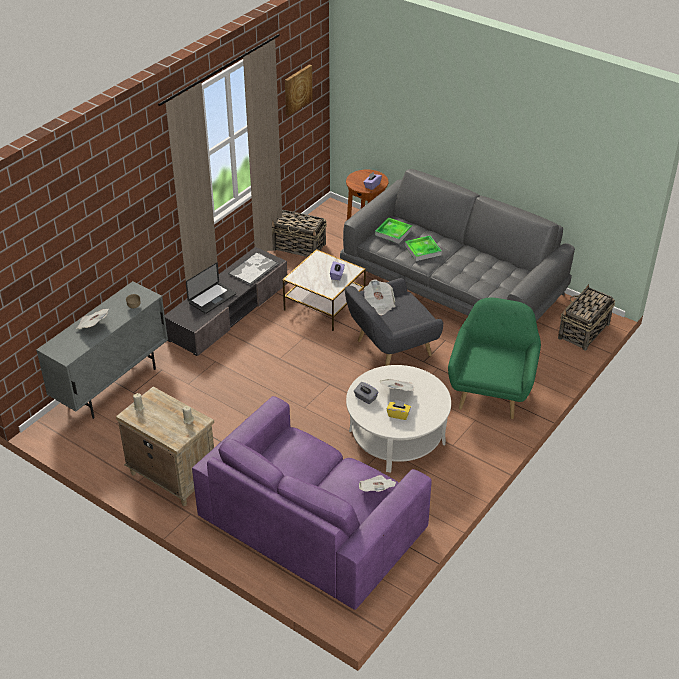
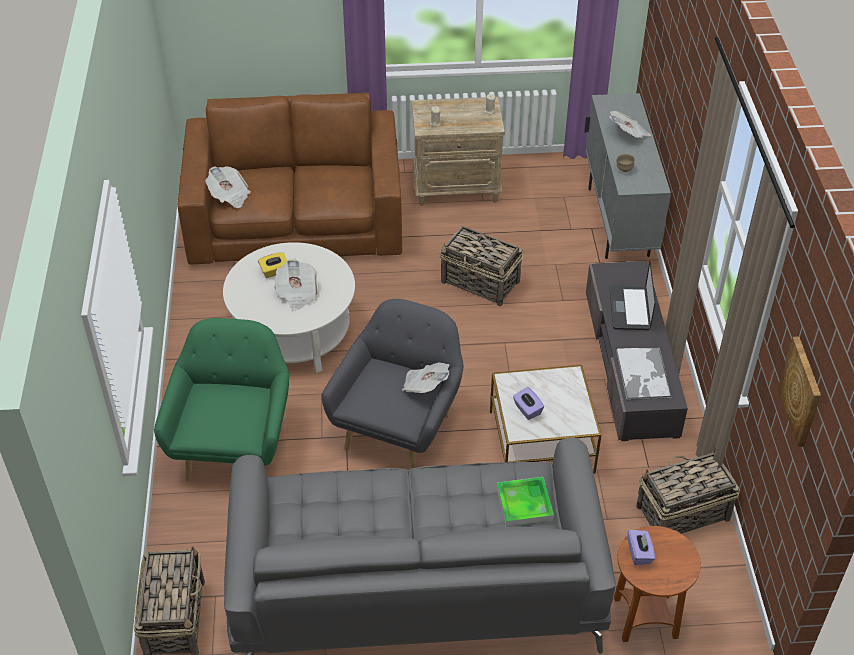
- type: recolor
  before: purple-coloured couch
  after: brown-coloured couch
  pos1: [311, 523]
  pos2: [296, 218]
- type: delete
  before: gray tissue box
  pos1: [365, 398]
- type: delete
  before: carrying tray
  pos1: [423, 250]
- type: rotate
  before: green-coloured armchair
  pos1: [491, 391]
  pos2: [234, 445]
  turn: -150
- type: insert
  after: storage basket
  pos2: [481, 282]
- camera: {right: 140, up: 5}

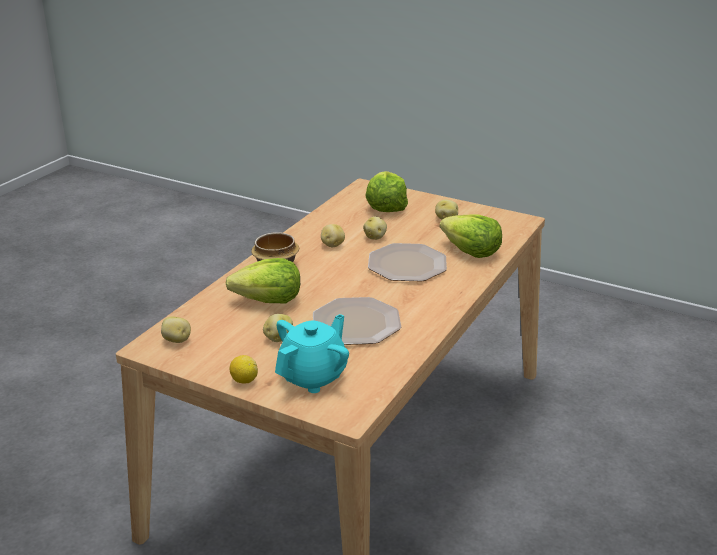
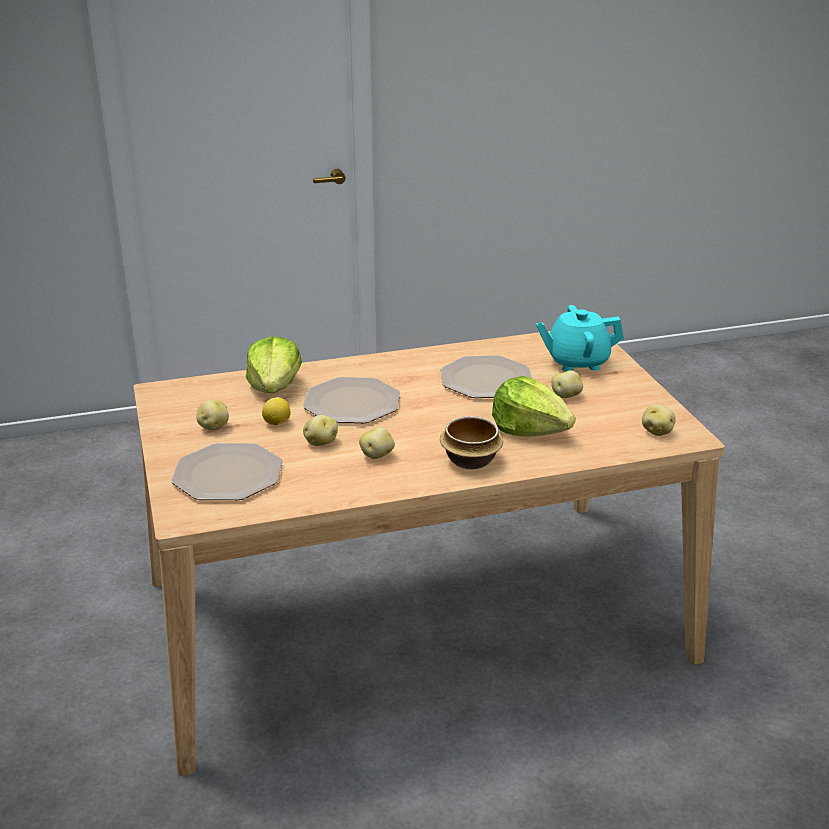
- type: move
  before: whole lemon
  pos1: [244, 380]
  pos2: [277, 424]
- type: replace
  before: lettuce head
  after: plate
  pos1: [385, 206]
  pos2: [229, 474]
- camera: {right: -135, up: 0}

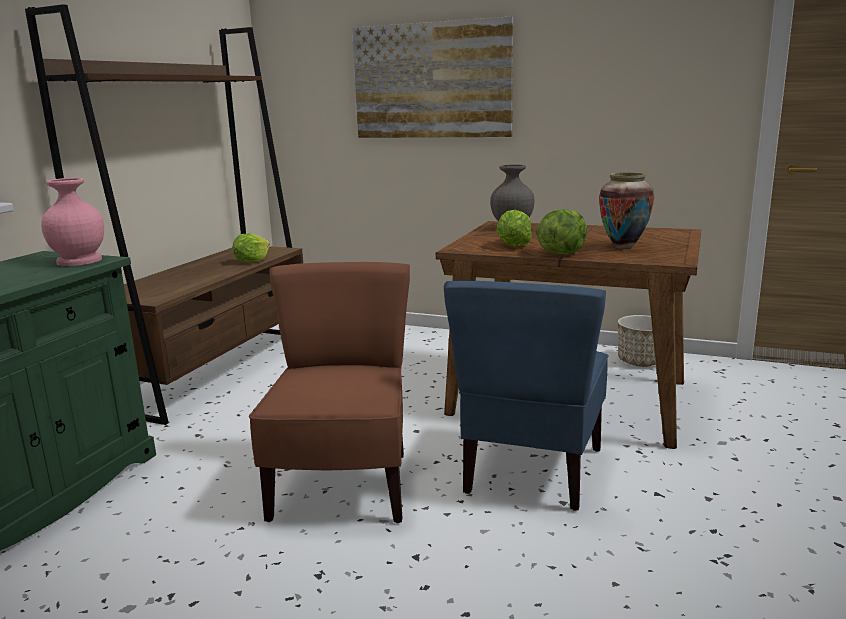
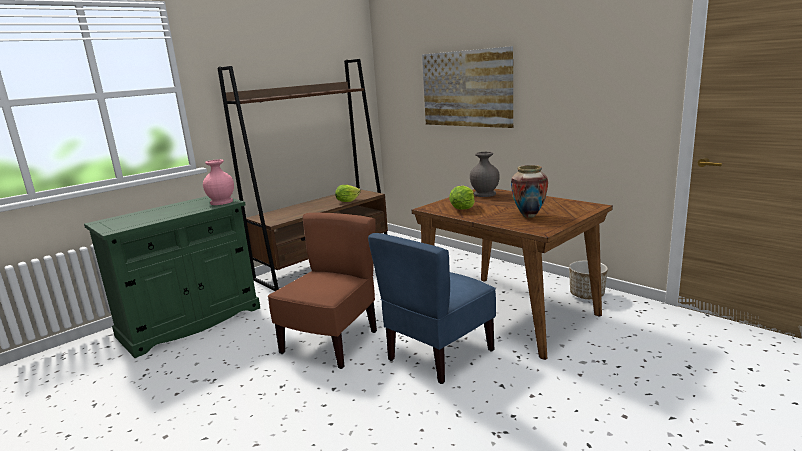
- type: delete
  before: lettuce head
  pos1: [561, 253]
- camera: {right: 25, up: 0}

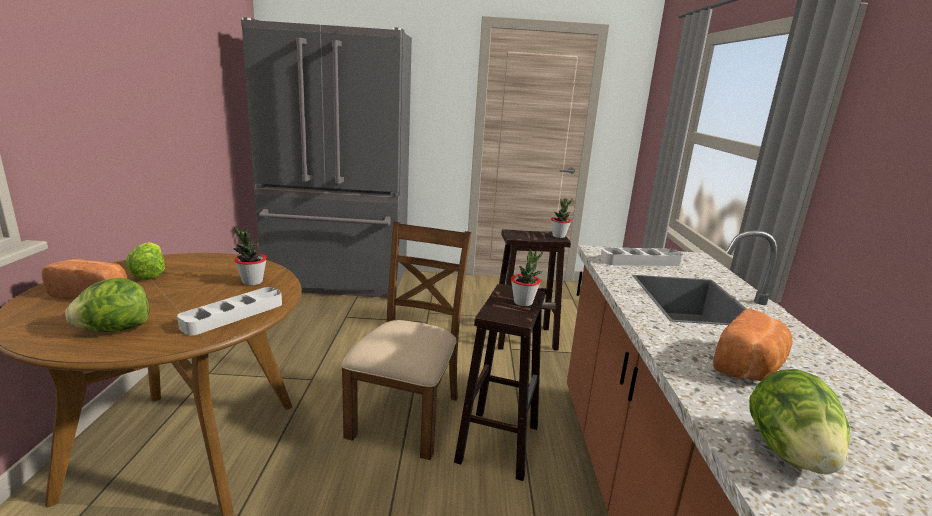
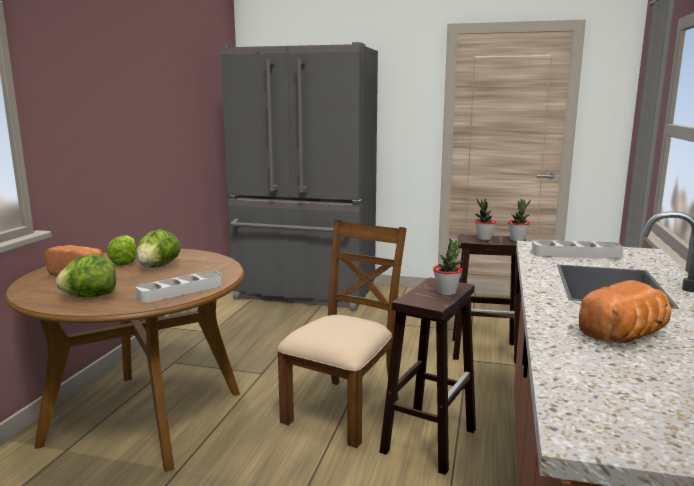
- type: move
  before: houseplant
  pos1: [252, 282]
  pos2: [484, 238]
- type: move
  before: lettuce head
  pos1: [788, 453]
  pos2: [158, 266]
- camera: {right: 15, up: -5}

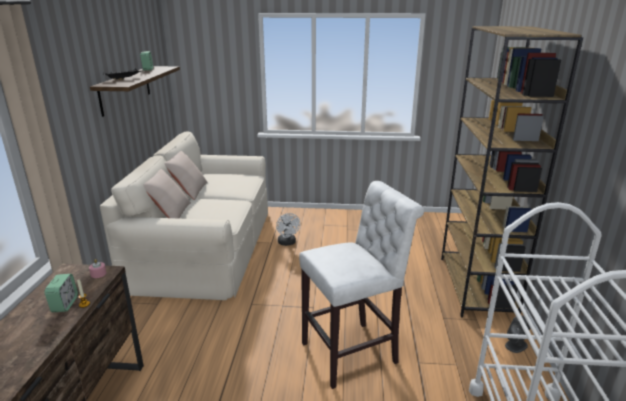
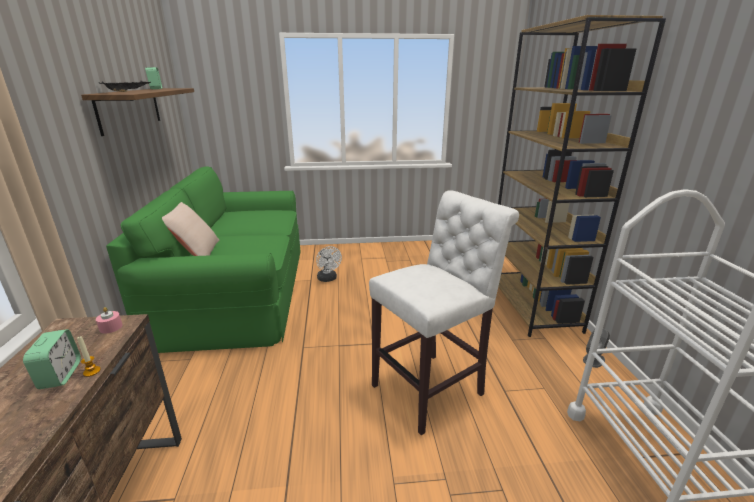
- type: recolor
  before: sand-coloured couch
  after: green-coloured couch
  pos1: [205, 247]
  pos2: [238, 290]
- type: delete
  before: sand-coloured cushion
  pos1: [188, 190]
- camera: {right: -10, up: 0}

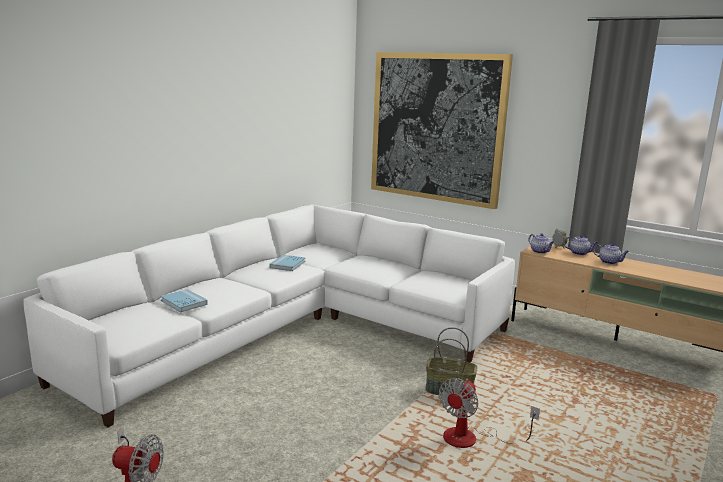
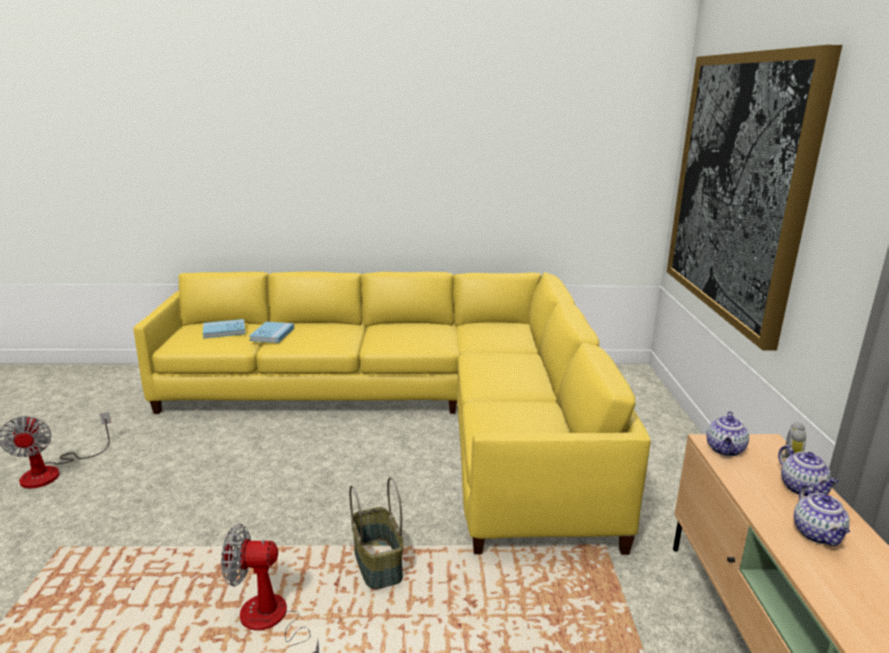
- type: recolor
  before: white-coloured couch
  after: yellow-coloured couch
  pos1: [296, 329]
  pos2: [412, 412]
- type: move
  before: bluish volume
  pos1: [287, 264]
  pos2: [224, 331]
- camera: {right: 55, up: 5}

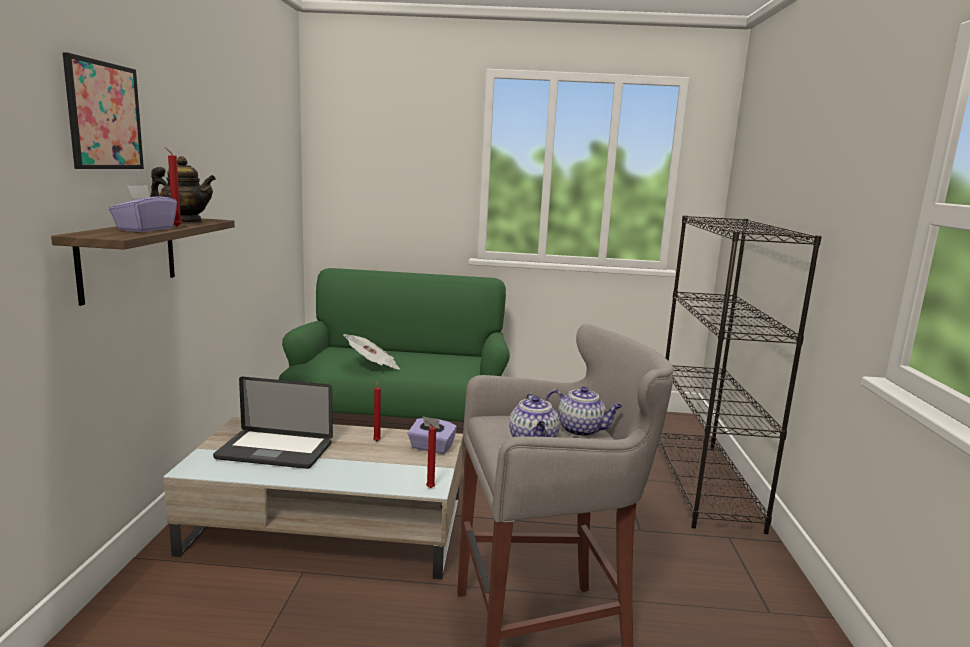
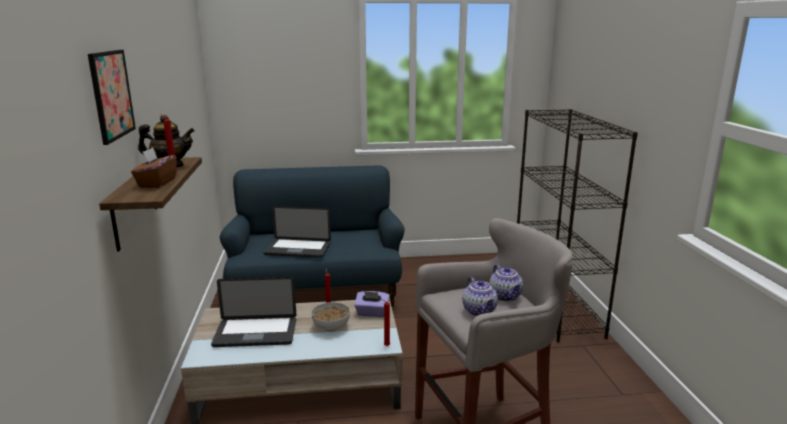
- type: recolor
  before: purple-coloured tissue box
  after: brown-coloured tissue box
  pos1: [145, 229]
  pos2: [157, 183]
- type: recolor
  before: green-coloured couch
  after: bluish couch
  pos1: [398, 426]
  pos2: [317, 292]
- type: replace
  before: newspaper
  after: laptop
  pos1: [373, 366]
  pos2: [298, 249]
- type: rotate
  before: pot for tea
  pos1: [581, 430]
  pos2: [506, 296]
  turn: 60
- type: insert
  after: deep dish
  pos2: [331, 327]
- camera: {right: -10, up: 5}

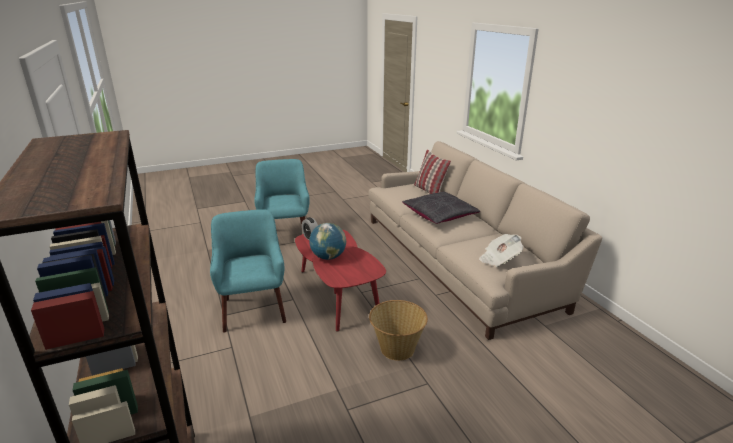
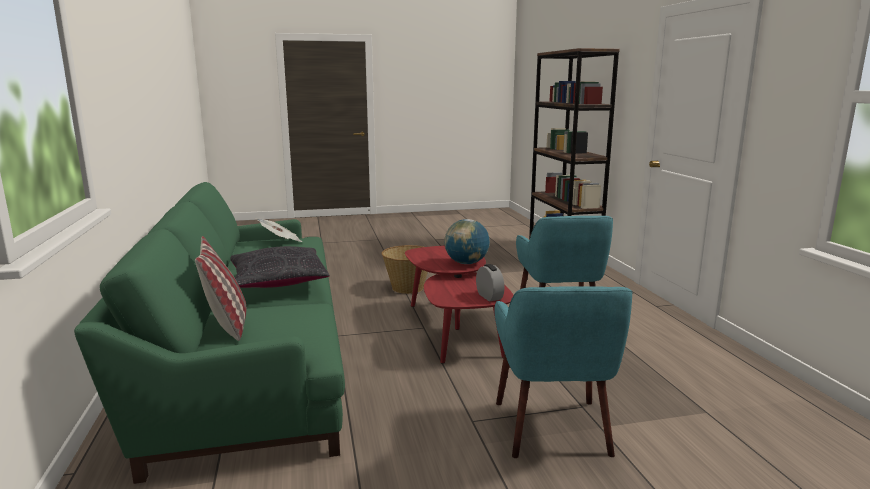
- type: recolor
  before: sand-coloured couch
  after: green-coloured couch
  pos1: [459, 259]
  pos2: [250, 354]
- camera: {right: -170, up: -10}

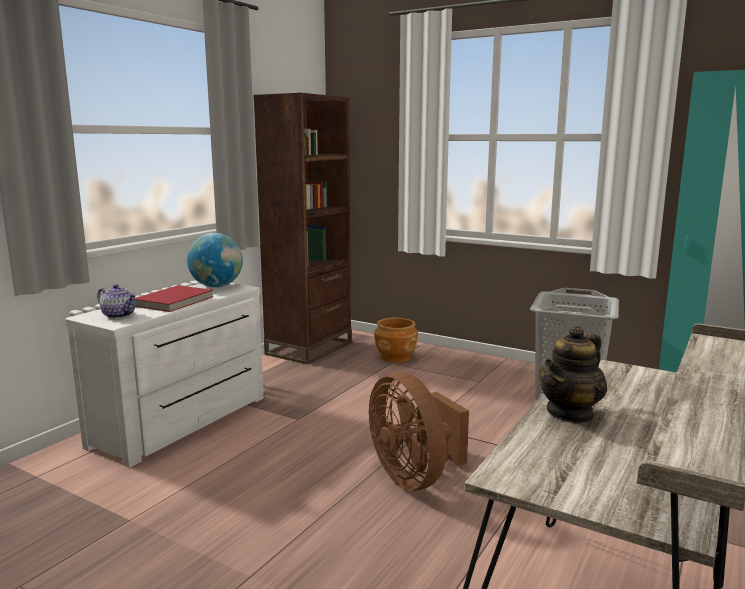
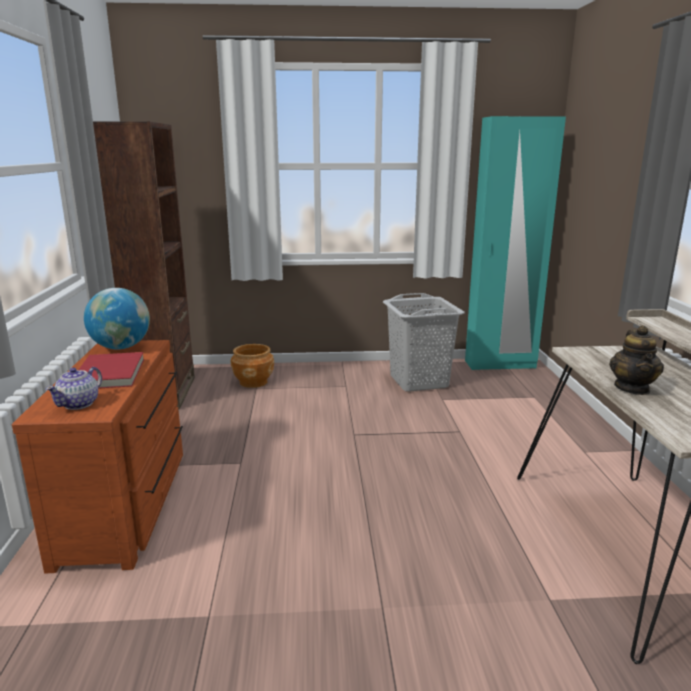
- type: recolor
  before: white-coloured dresser
  after: brown-coloured dresser
  pos1: [184, 422]
  pos2: [128, 503]
- type: rotate
  before: pot for tea
  pos1: [119, 315]
  pos2: [79, 404]
  turn: 120
- type: delete
  before: brown-coloured fan
  pos1: [414, 477]
- camera: {right: -35, up: 5}

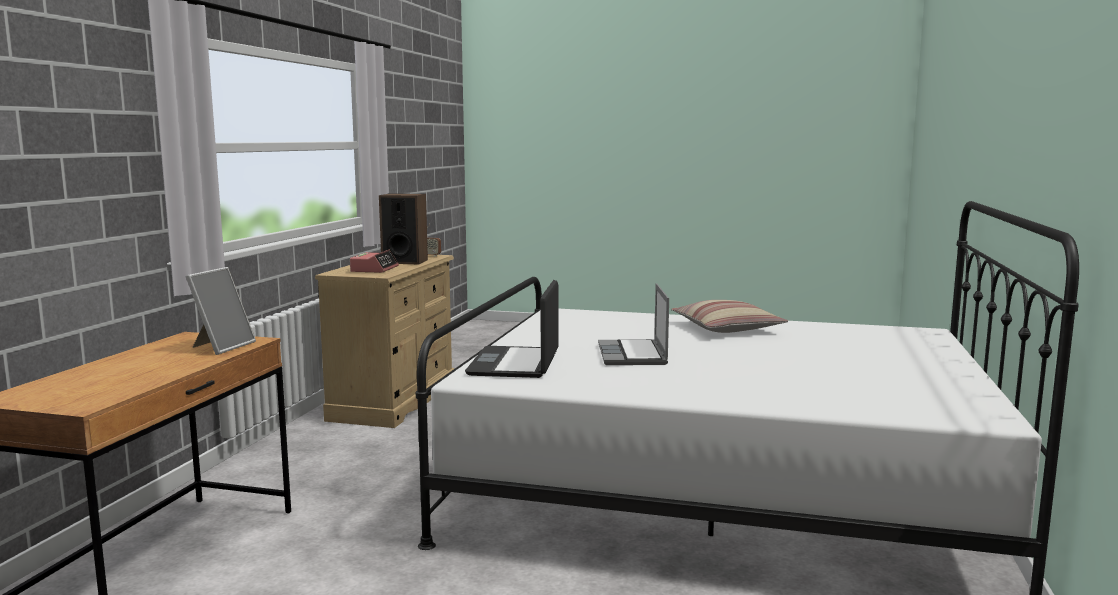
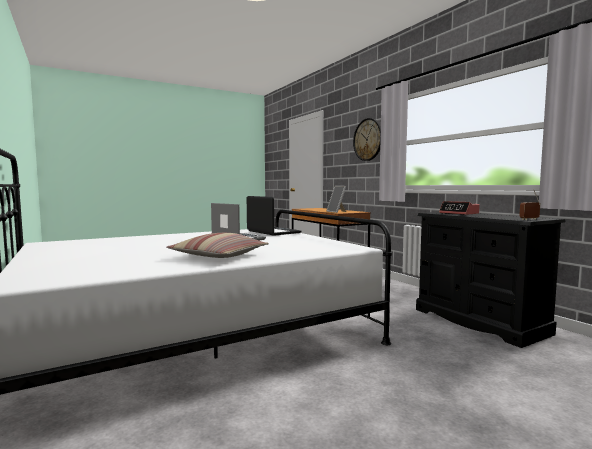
- type: recolor
  before: sand-coloured dresser
  after: blackish dresser
  pos1: [395, 400]
  pos2: [479, 321]
- type: delete
  before: speaker
  pos1: [404, 261]
- type: insert
  after: wall clock
  pos2: [368, 139]
- camera: {right: 135, up: -5}

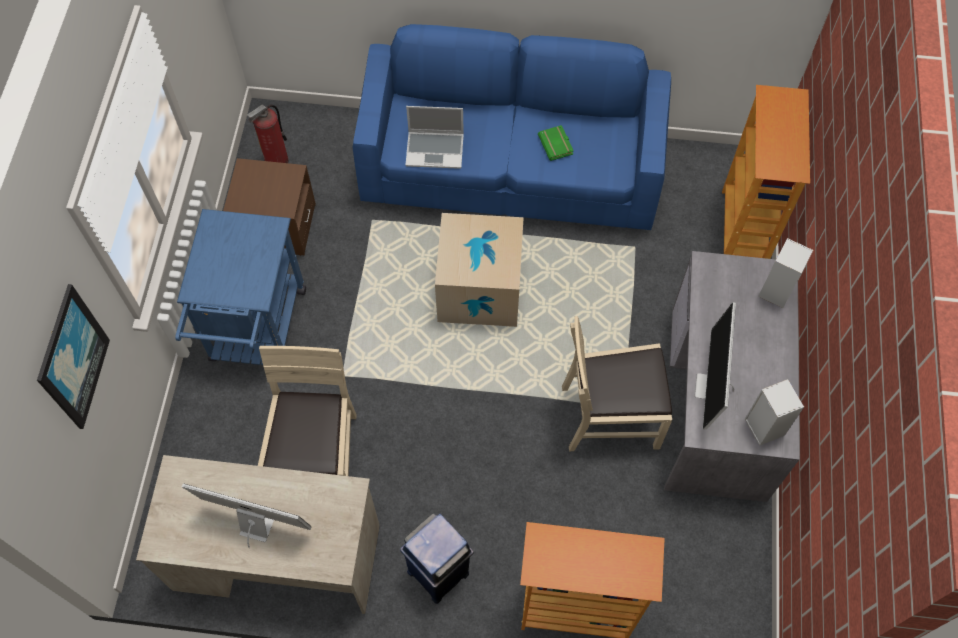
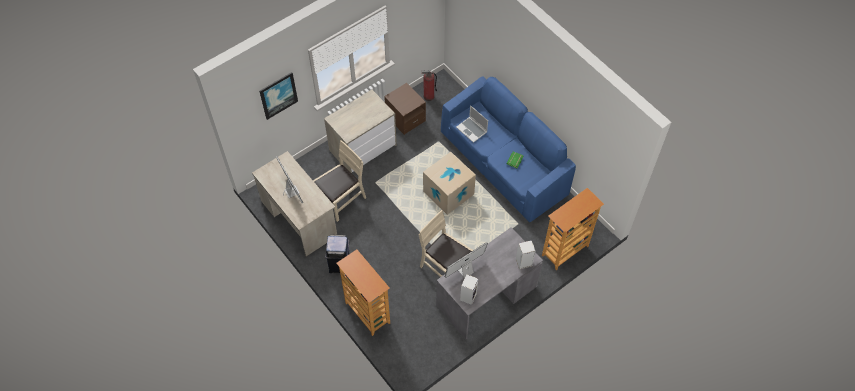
- type: replace
  before: bluish wheeled cart
  after: dresser
  pos1: [256, 334]
  pos2: [363, 147]
- camera: {right: 45, up: -5}

